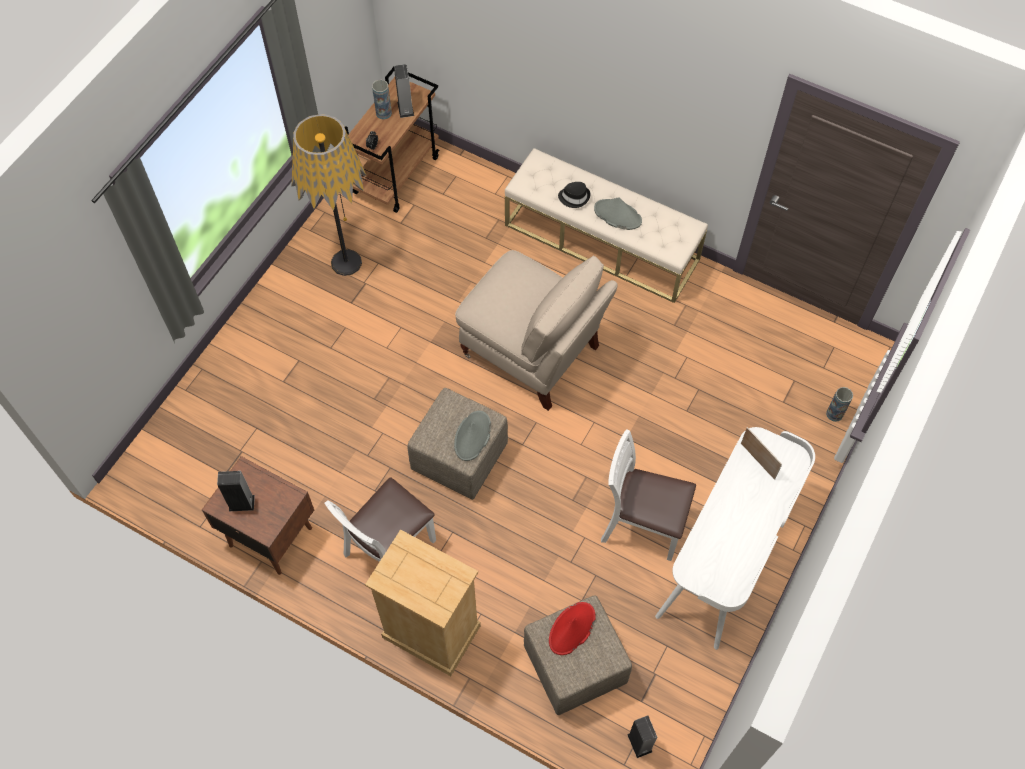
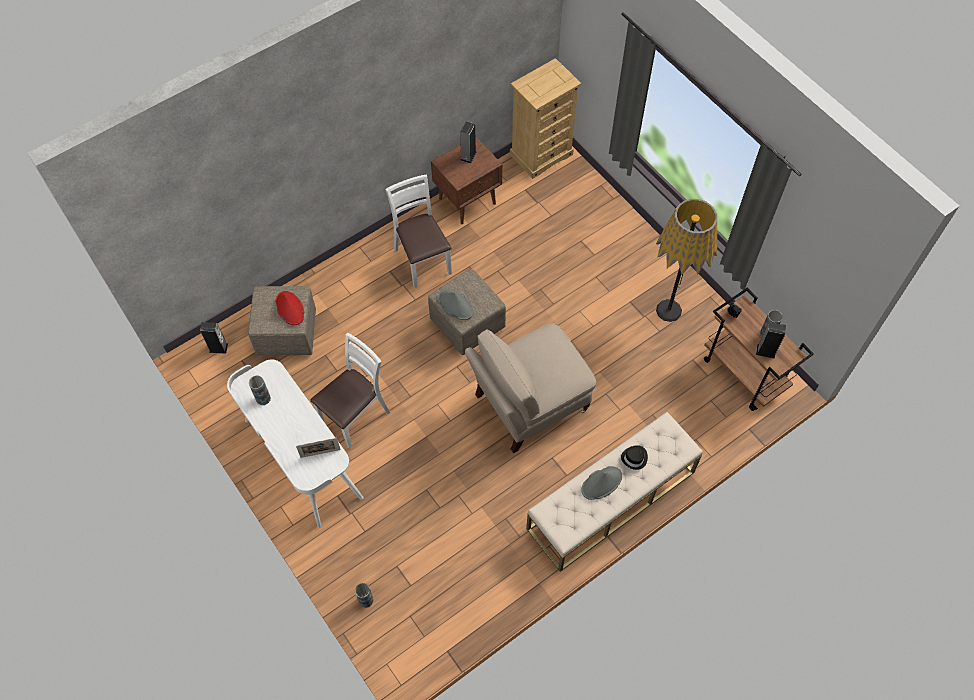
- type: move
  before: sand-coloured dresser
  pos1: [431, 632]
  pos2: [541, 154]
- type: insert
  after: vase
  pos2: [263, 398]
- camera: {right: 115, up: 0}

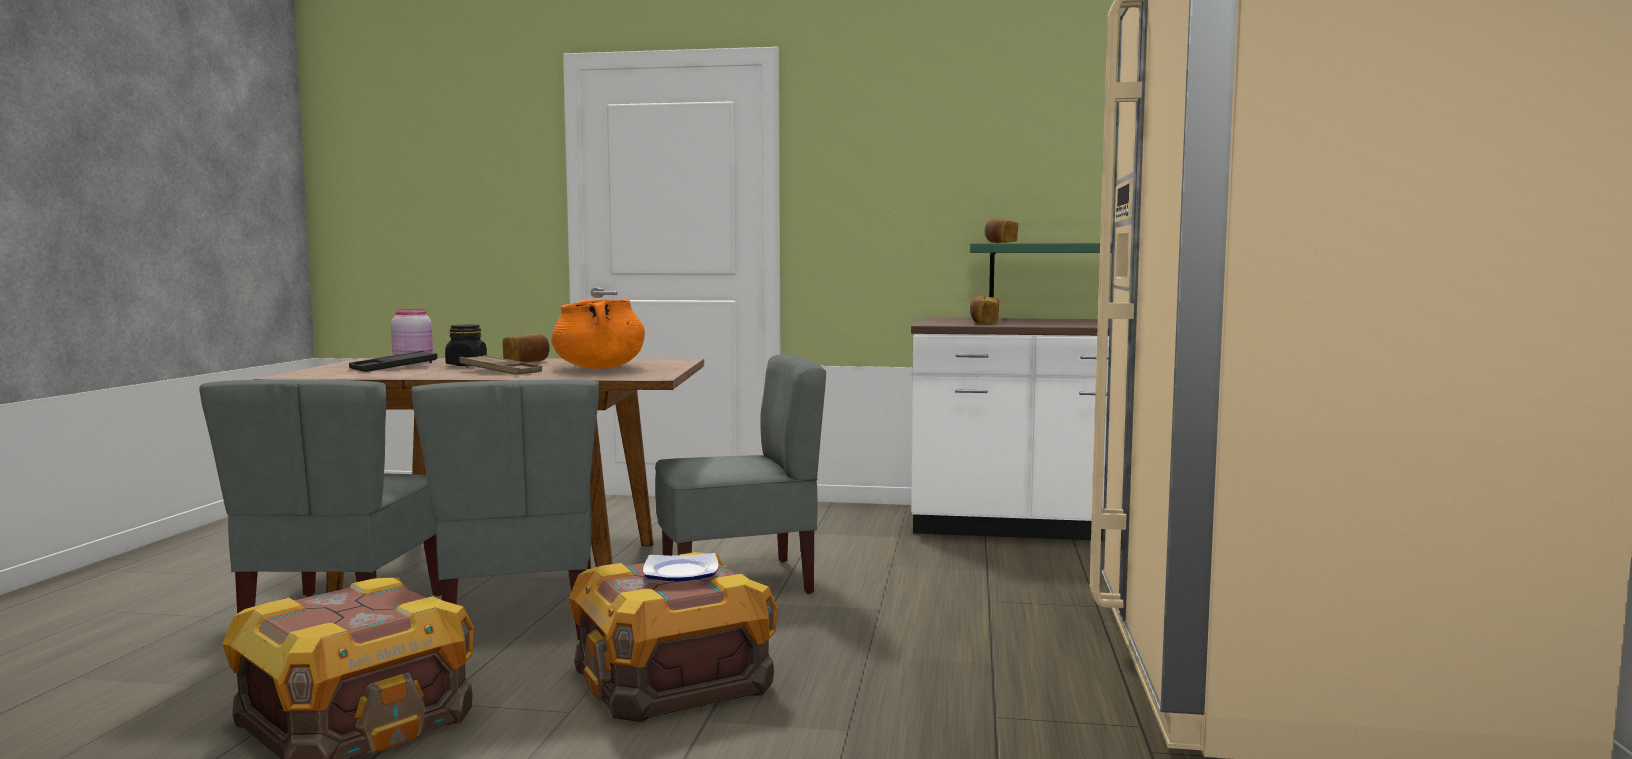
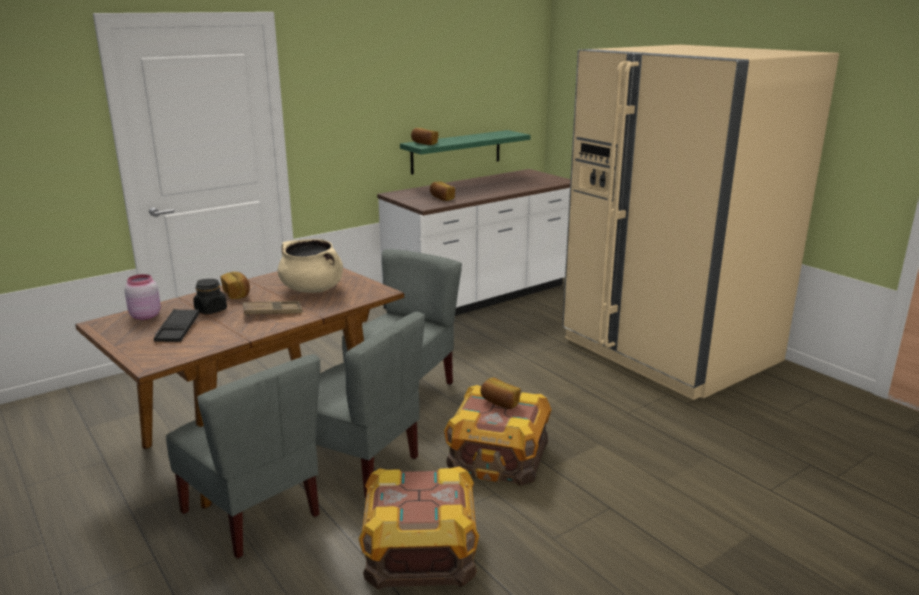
- type: recolor
  before: orange-coloured cooking pot
  after: sand-coloured cooking pot
  pos1: [599, 368]
  pos2: [312, 289]
- type: replace
  before: plate
  after: bakery bread
  pos1: [679, 572]
  pos2: [499, 403]
- camera: {right: -45, up: 15}

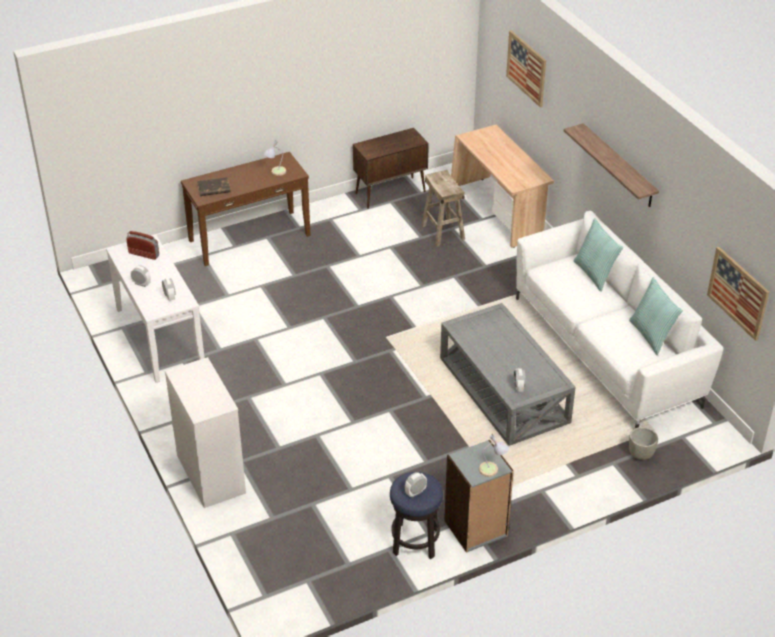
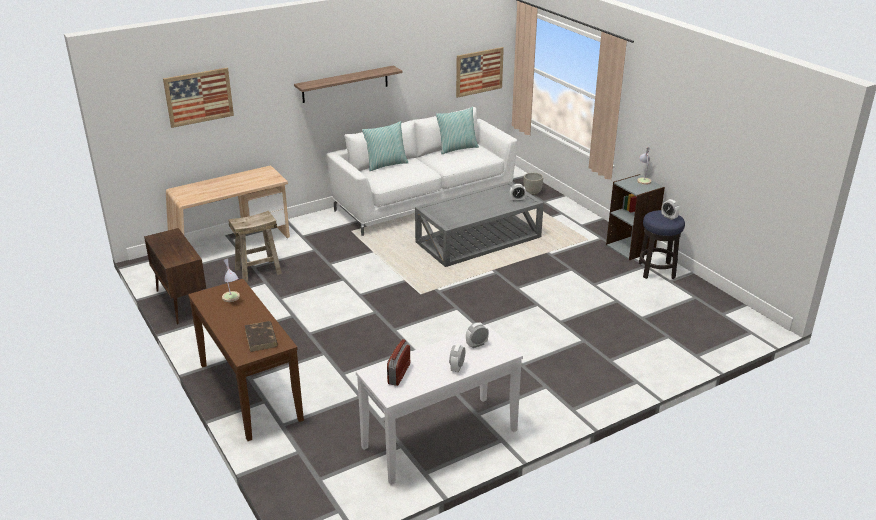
- type: delete
  before: white-coloured dresser
  pos1: [210, 473]
- camera: {right: -95, up: -10}

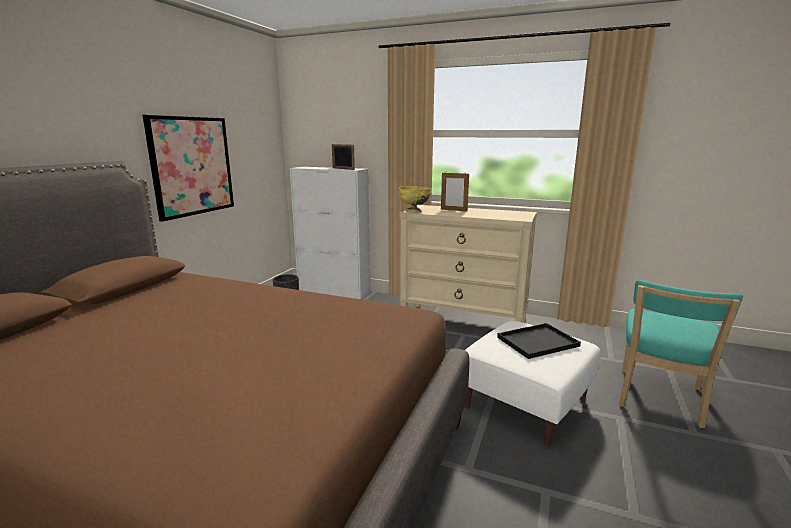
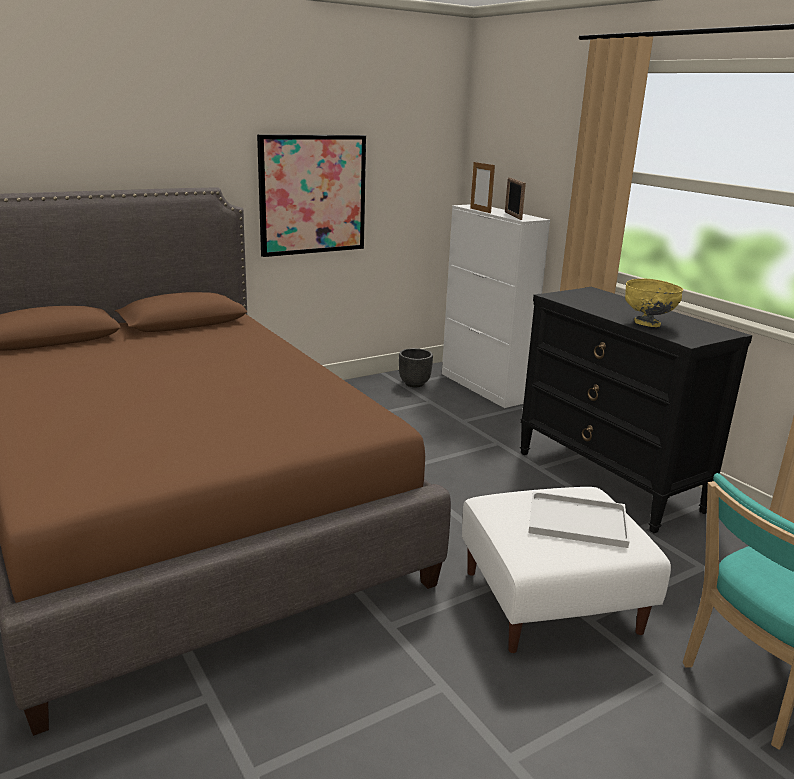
- type: move
  before: yellow-coloured deep dish
  pos1: [414, 211]
  pos2: [647, 324]
- type: recolor
  before: sand-coloured dresser
  after: blackish dresser
  pos1: [464, 322]
  pos2: [608, 481]
- type: move
  before: picture frame
  pos1: [454, 210]
  pos2: [480, 210]
- type: recolor
  before: blackish carrying tray
  after: white-coloured carrying tray
  pos1: [537, 342]
  pos2: [575, 521]
- camera: {right: 35, up: 5}

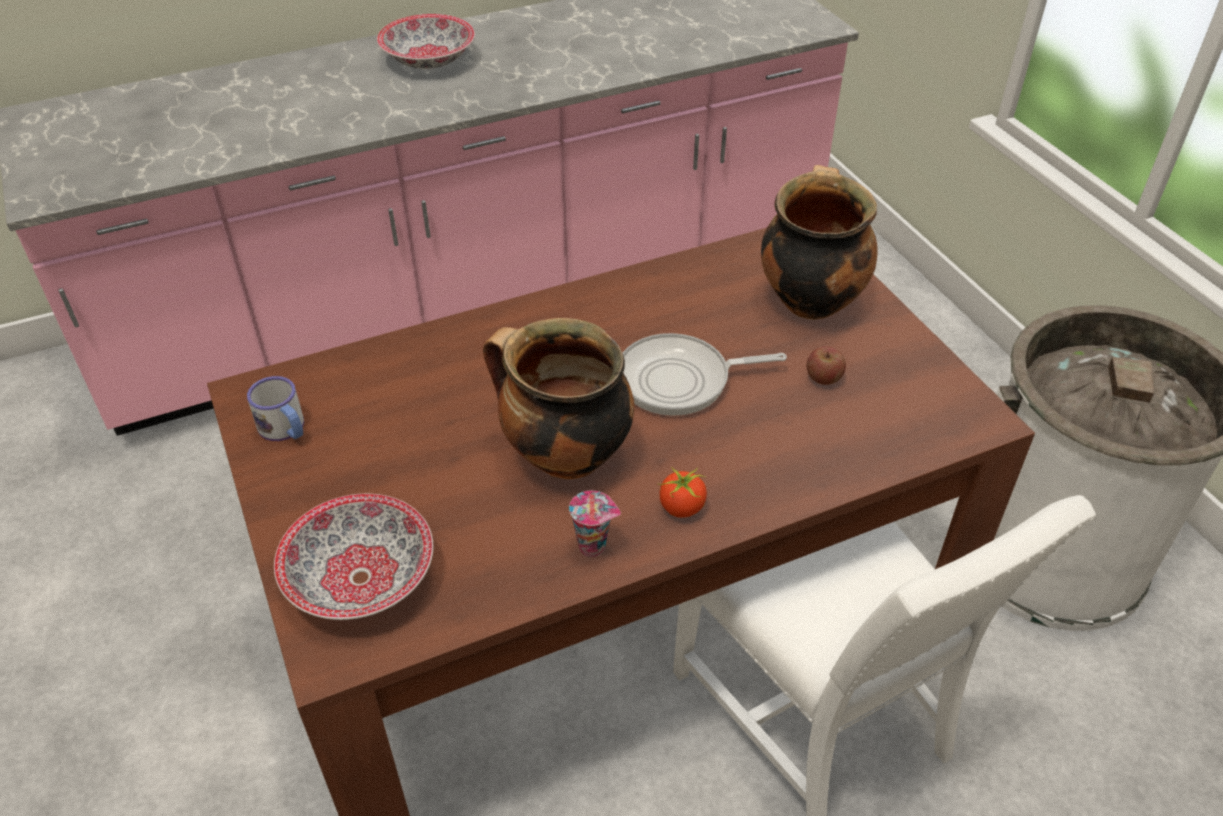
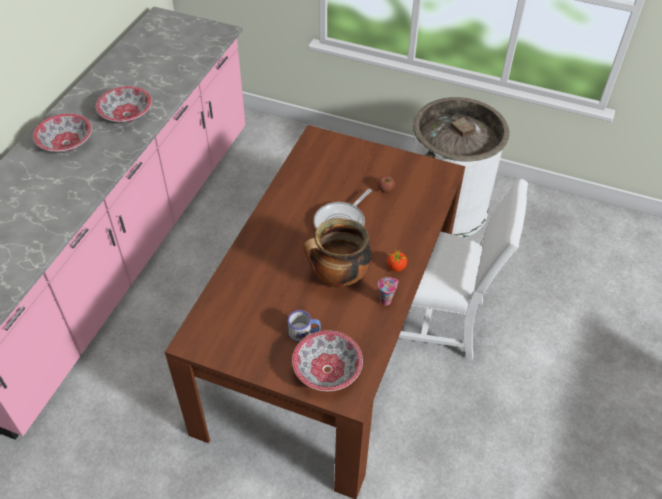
- type: move
  before: tea mug
  pos1: [285, 429]
  pos2: [304, 332]
- type: delete
  before: cooking pot
  pos1: [809, 299]
- type: insert
  after: deep dish
  pos2: [127, 114]
- camera: {right: -45, up: 5}

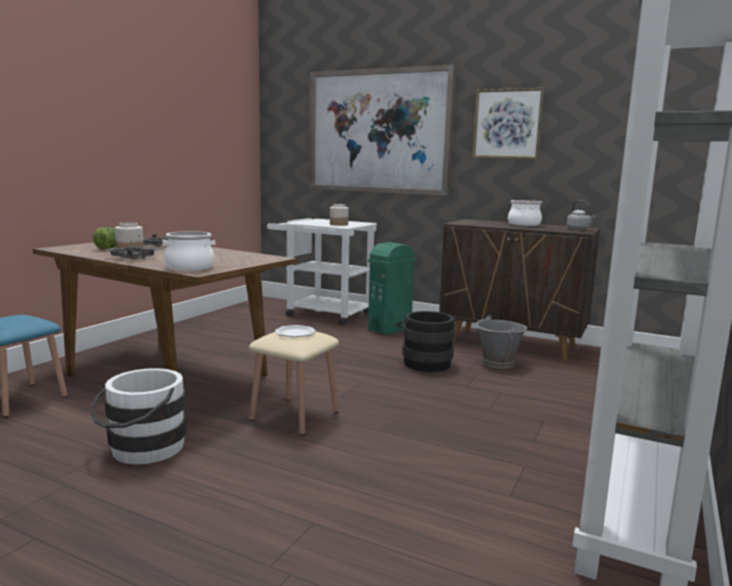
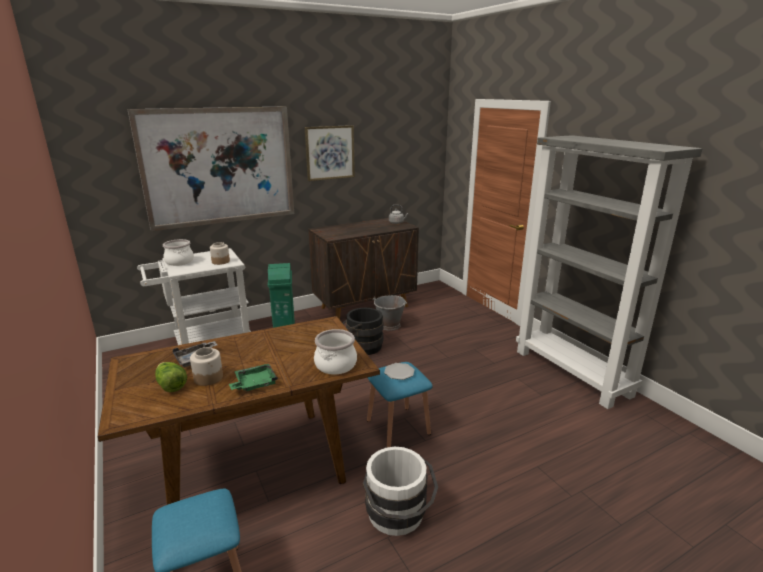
- type: recolor
  before: gray carrying tray
  after: green-coloured carrying tray
  pos1: [131, 258]
  pos2: [254, 383]
- type: recolor
  before: sand-coloured sitting stool
  after: bluish sitting stool
  pos1: [294, 415]
  pos2: [398, 427]
- type: move
  before: cooking pot
  pos1: [523, 224]
  pos2: [179, 262]
- camera: {right: -55, up: 10}

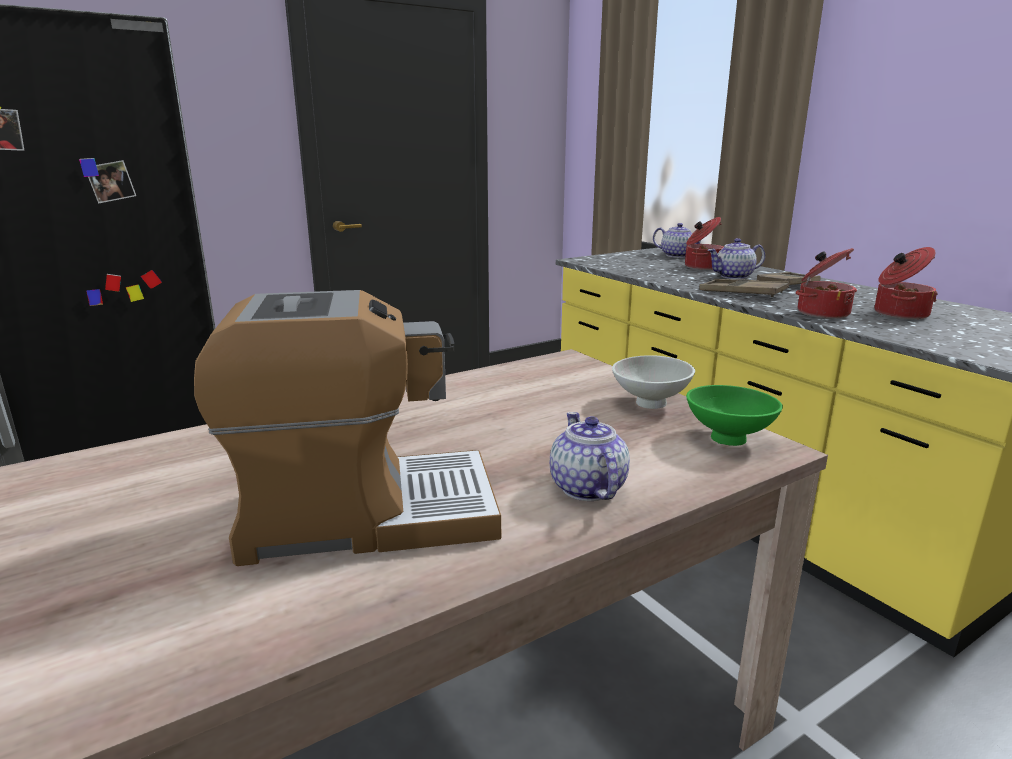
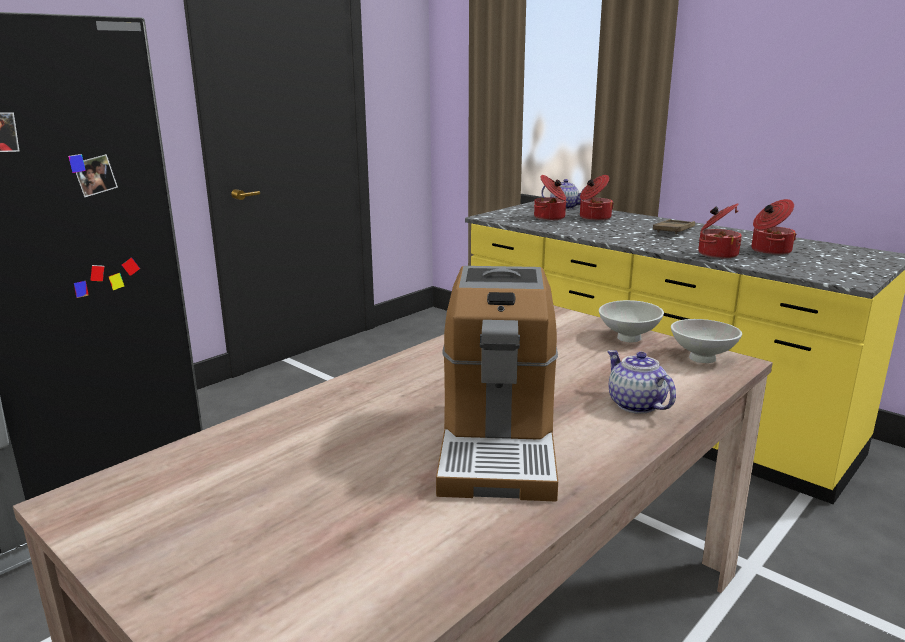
- type: rotate
  before: coffee machine
  pos1: [364, 514]
  pos2: [498, 443]
  turn: 120
- type: recolor
  before: green-coloured deep dish
  after: white-coloured deep dish
  pos1: [726, 438]
  pos2: [700, 358]
- type: delete
  before: brown-coloured carrying tray
  pos1: [742, 293]
- type: delete
  before: pot for tea
  pos1: [733, 276]
- type: insert
  after: cooking pot
  pos2: [550, 218]
- camera: {right: -15, up: 0}

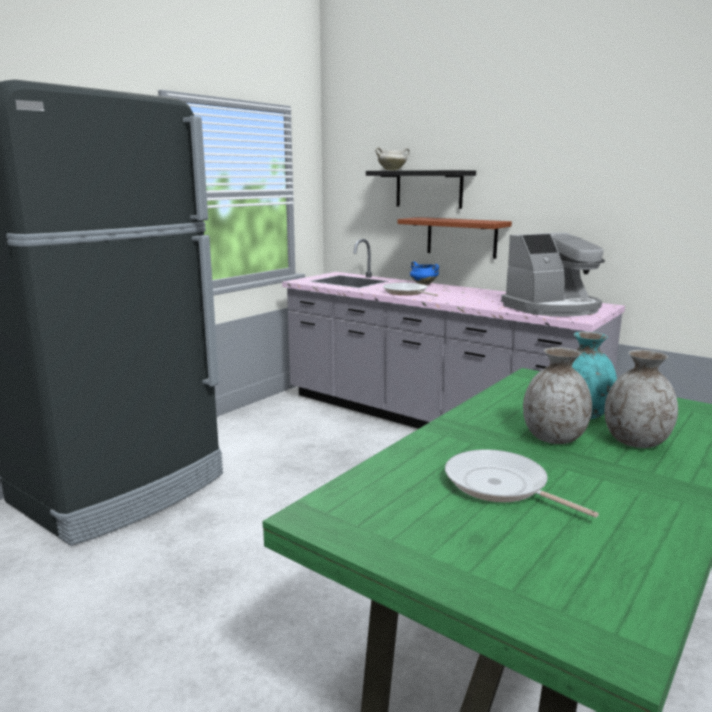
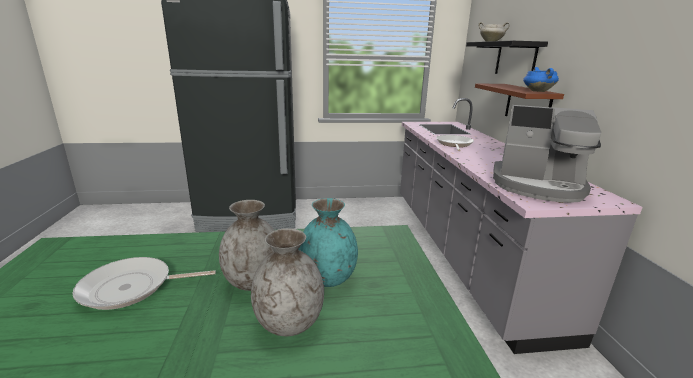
- type: move
  before: bluish cooking pot
  pos1: [423, 284]
  pos2: [537, 91]
- type: rotate
  before: frying pan
  pos1: [500, 486]
  pos2: [132, 288]
  turn: -105
- camera: {right: 45, up: 5}

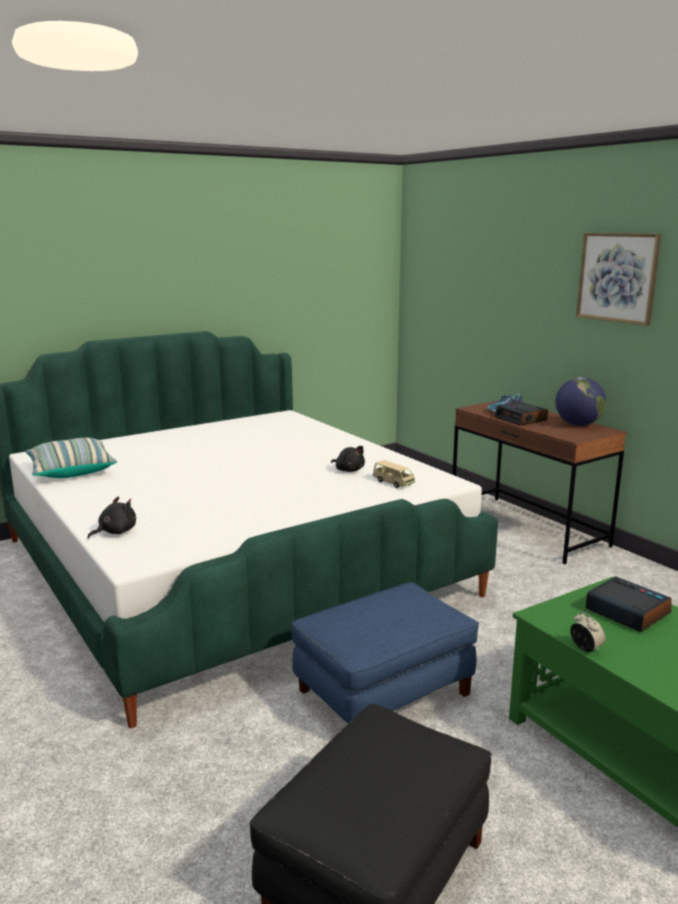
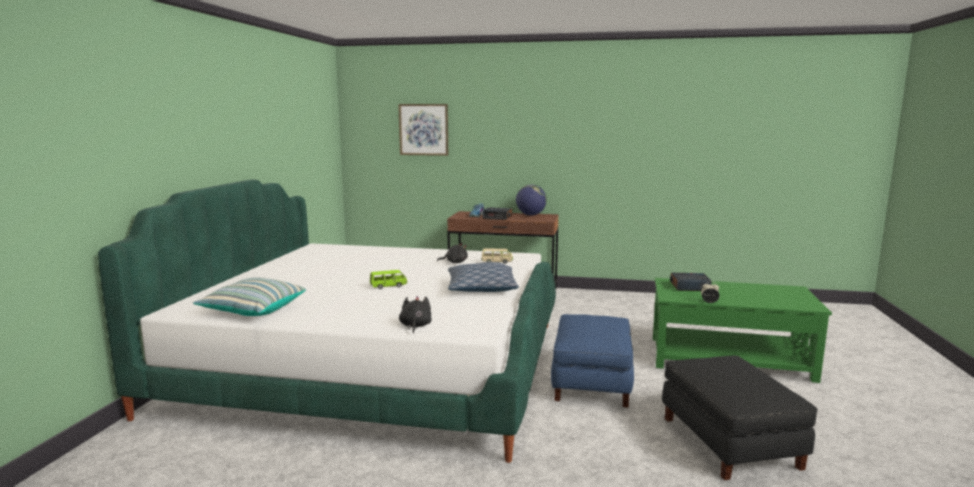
- type: move
  before: picture
  pos1: [617, 277]
  pos2: [423, 129]
- type: insert
  after: green-coloured miniature car
  pos2: [388, 286]
- type: insert
  after: cushion
  pos2: [481, 288]
- camera: {right: -45, up: -5}

